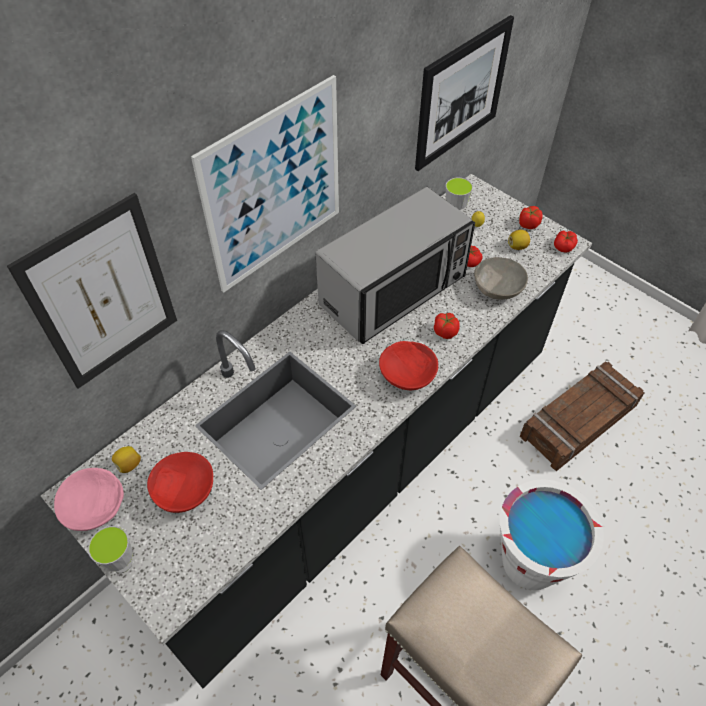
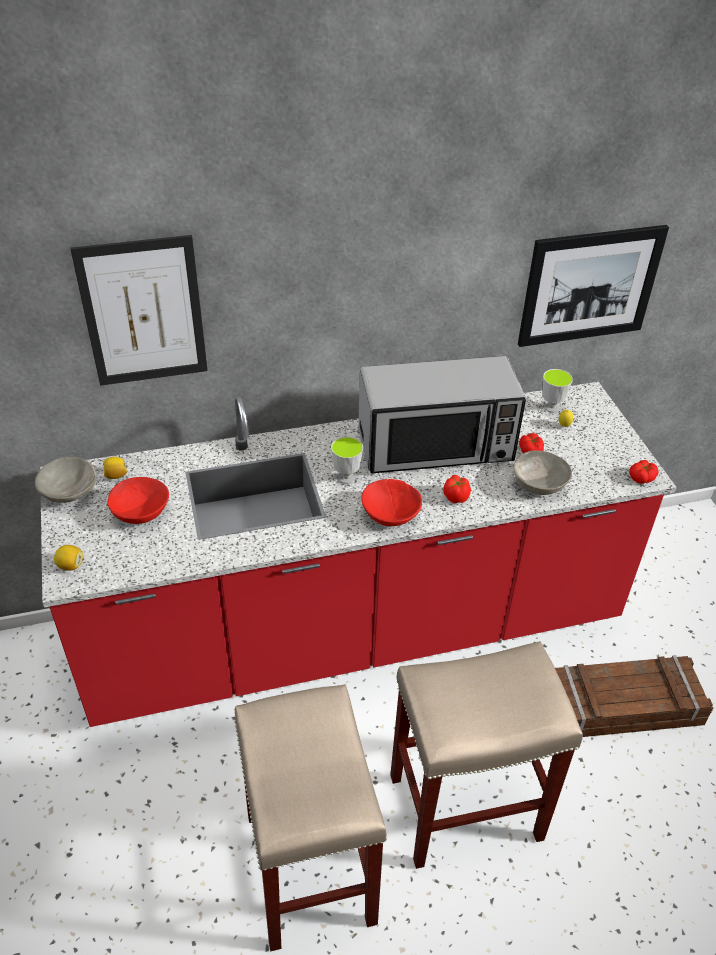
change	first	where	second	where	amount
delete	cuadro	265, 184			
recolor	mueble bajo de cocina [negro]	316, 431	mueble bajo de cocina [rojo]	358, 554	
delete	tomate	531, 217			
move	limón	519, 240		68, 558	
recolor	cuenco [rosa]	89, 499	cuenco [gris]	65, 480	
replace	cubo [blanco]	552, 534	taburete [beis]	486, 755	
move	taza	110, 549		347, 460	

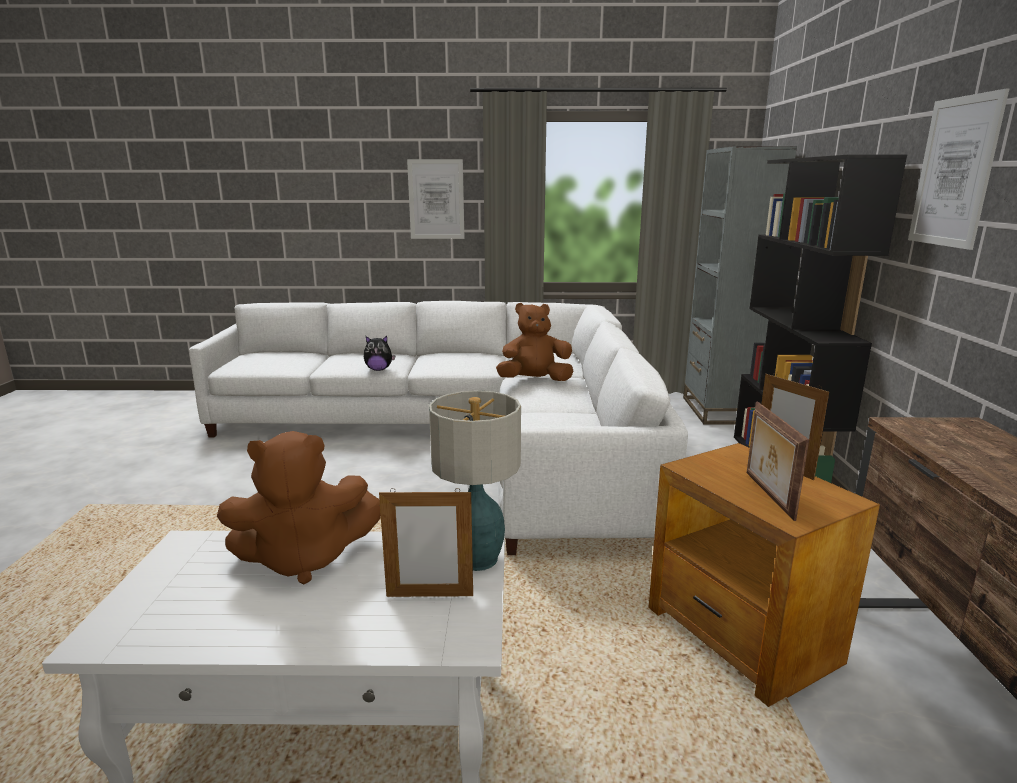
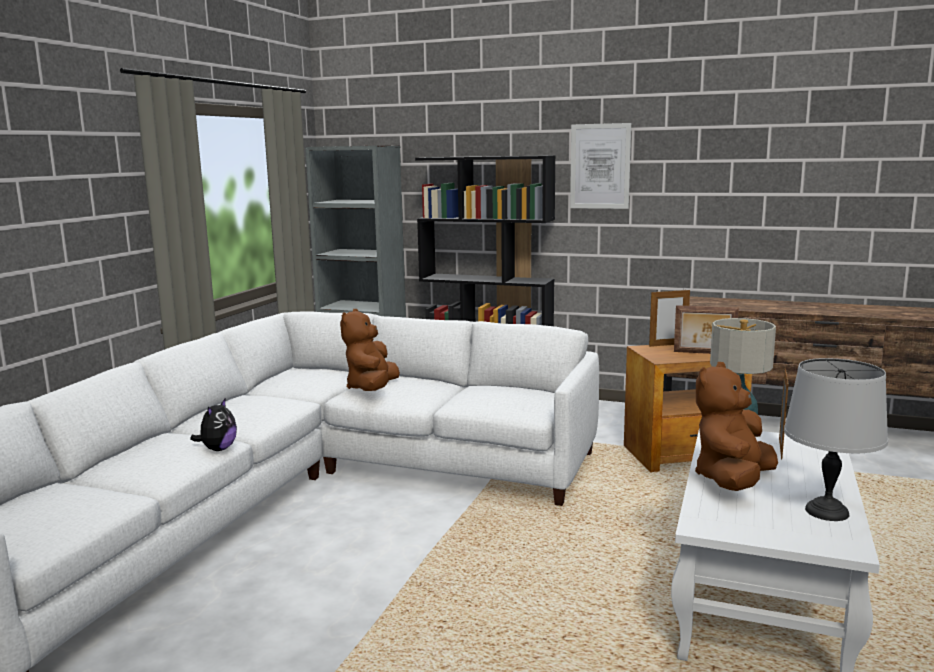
change	first	where	second	where	amount
delete	cuadro	436, 199			
rotate	peluche [marrón]	299, 508		736, 426	150 degrees counterclockwise
insert			lámpara de mesa [gris]	836, 439	

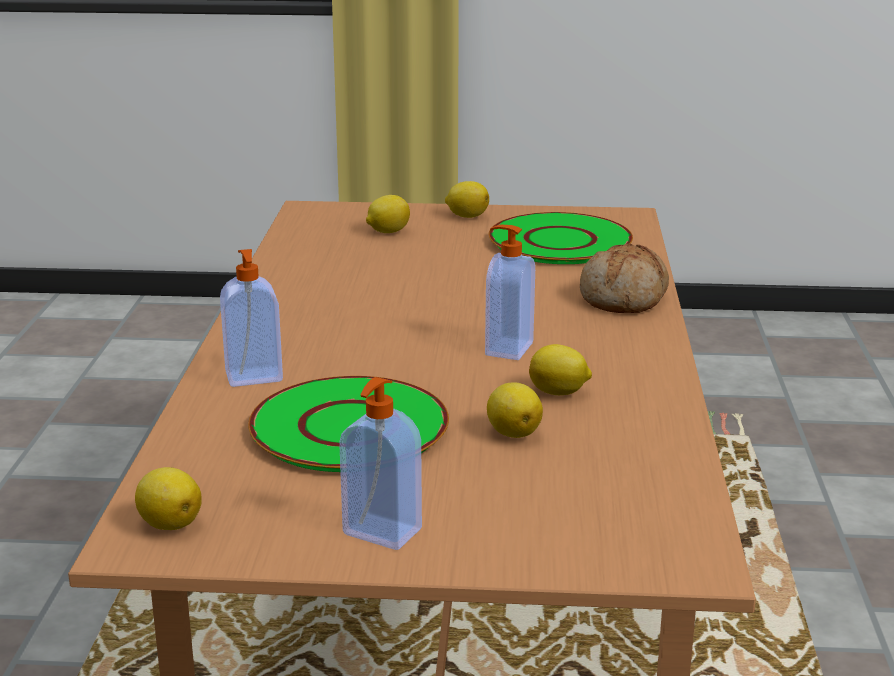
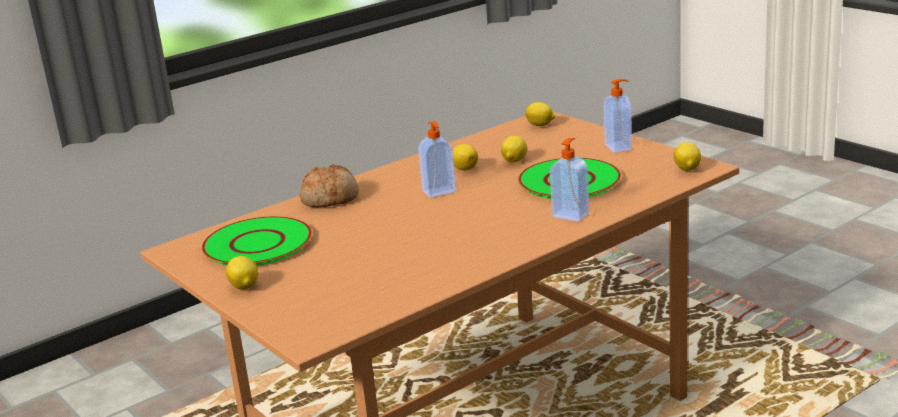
change	first	where	second	where	amount
move	limón	388, 214		540, 114	

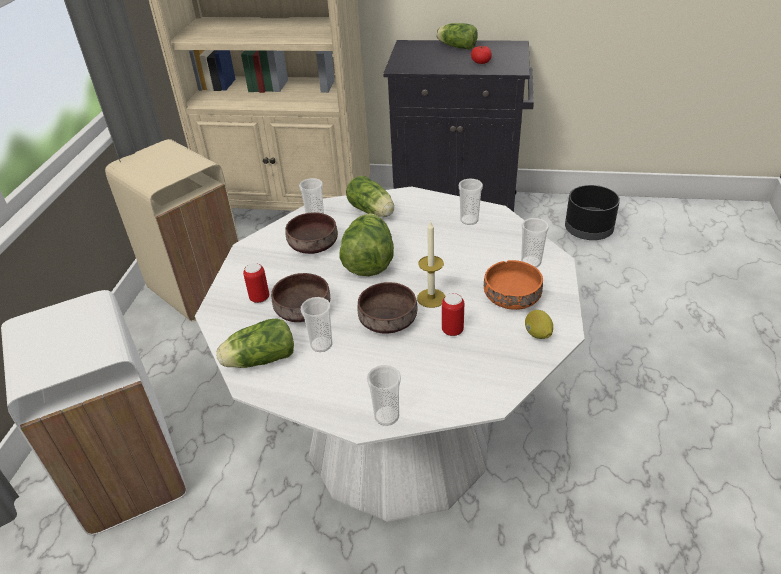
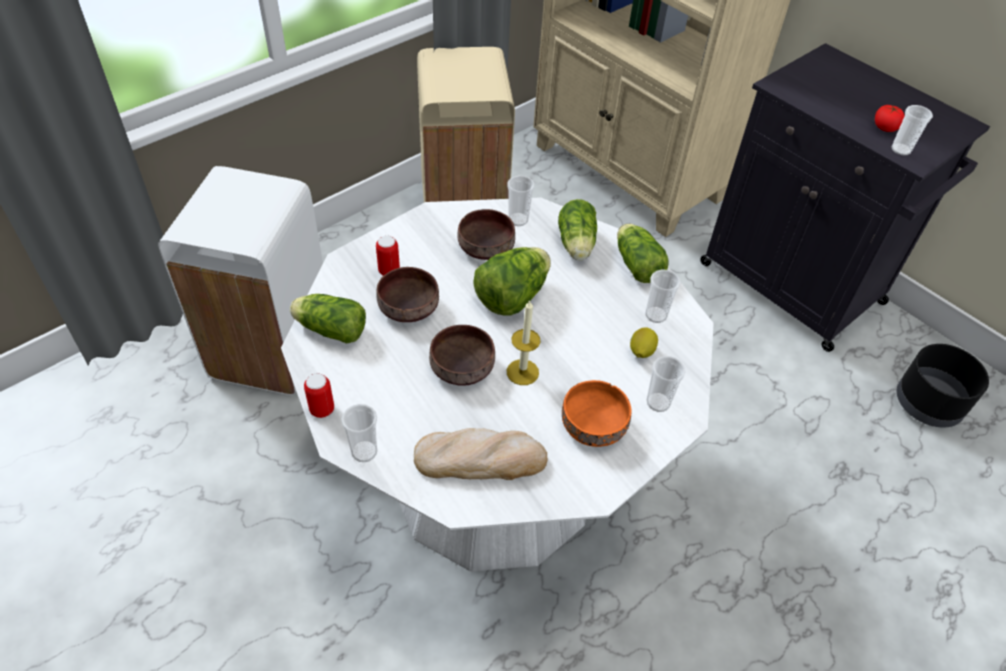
change	first	where	second	where	amount
move	lechuga	457, 36		643, 253	
move	lata	453, 314		319, 396	
move	taza	316, 324		912, 130	
move	limón	539, 324		644, 342	
insert			pan	480, 454	

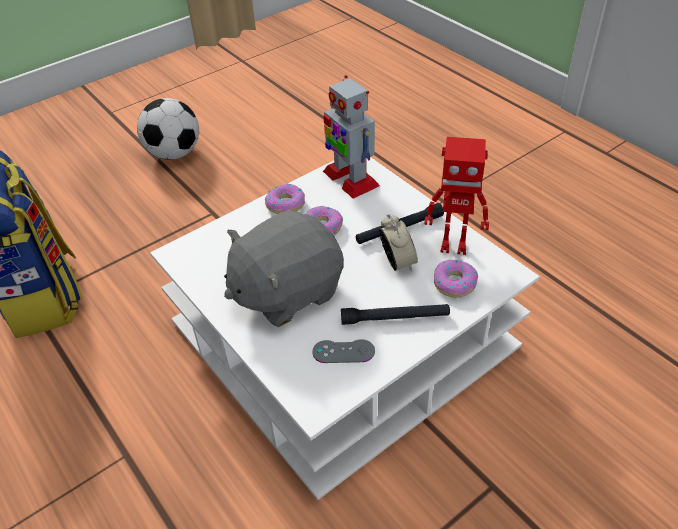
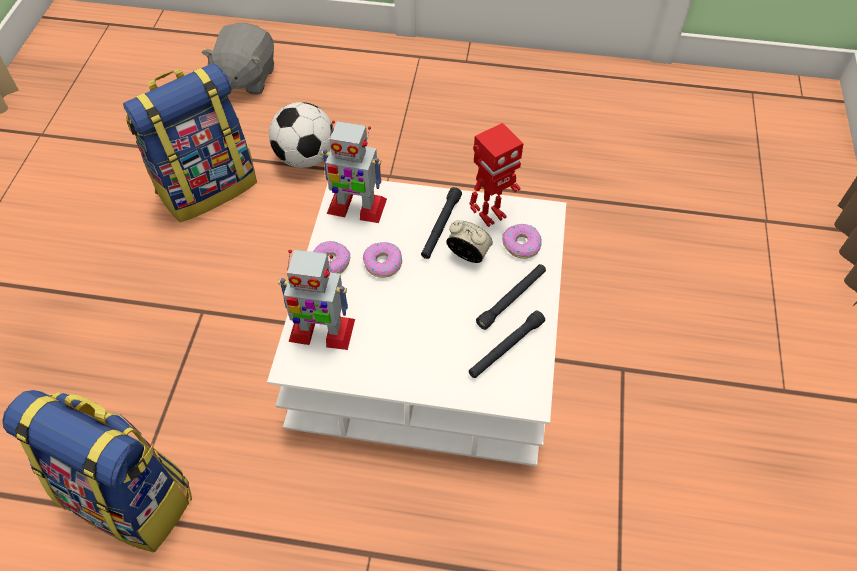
change	first	where	second	where	amount
move	balón de fútbol	168, 129		301, 135	
move	peluche [gris]	284, 268		238, 59	
replace	mando de consola [gris]	343, 351	linterna [negro]	507, 344	
insert			mochila	190, 142	
insert			robot de juguete	316, 300	

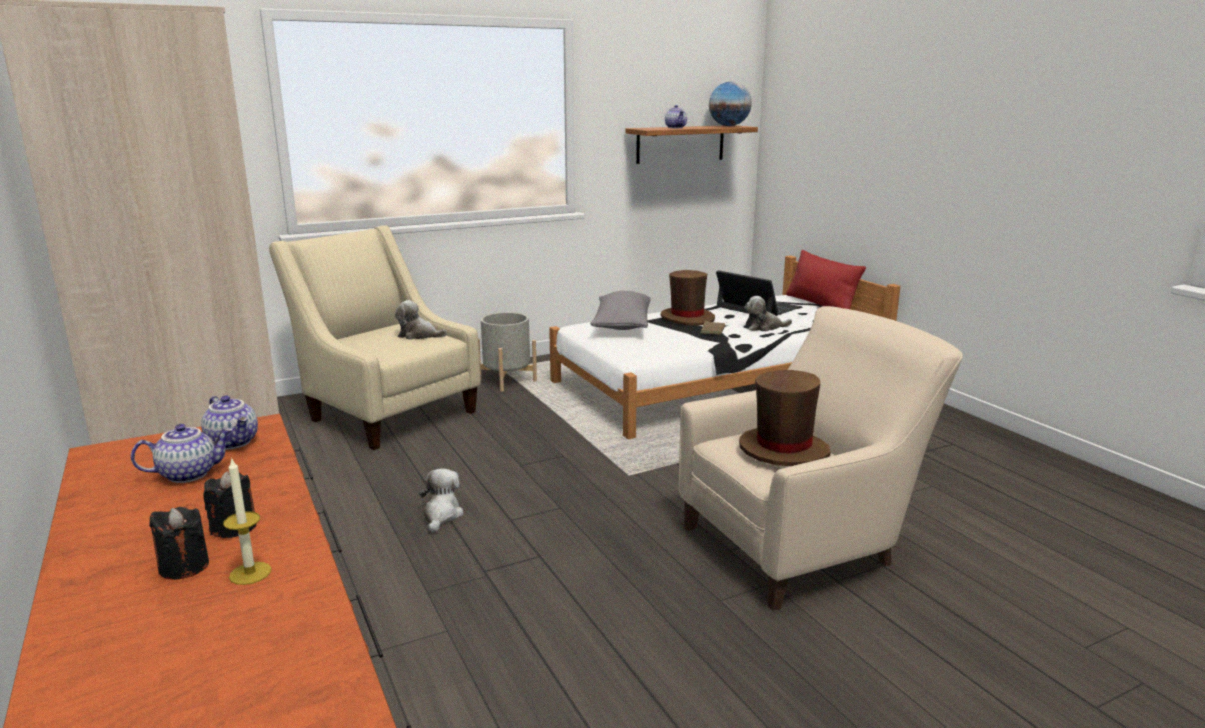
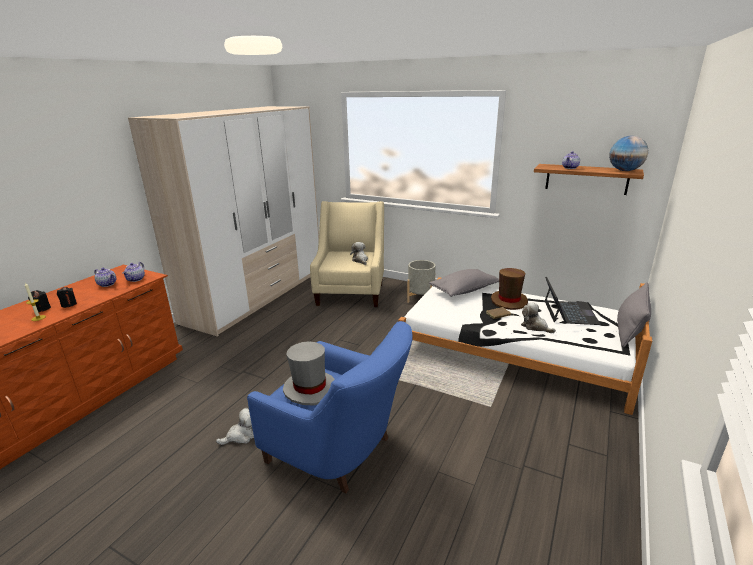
change	first	where	second	where	amount
recolor	cojín [rojo]	826, 279	cojín [gris]	634, 314	
recolor	sillón [beis]	820, 458	sillón [azul]	330, 407	
recolor	sombrero [marrón]	785, 418	sombrero [gris]	309, 373	
move	peluche	441, 500		235, 426	

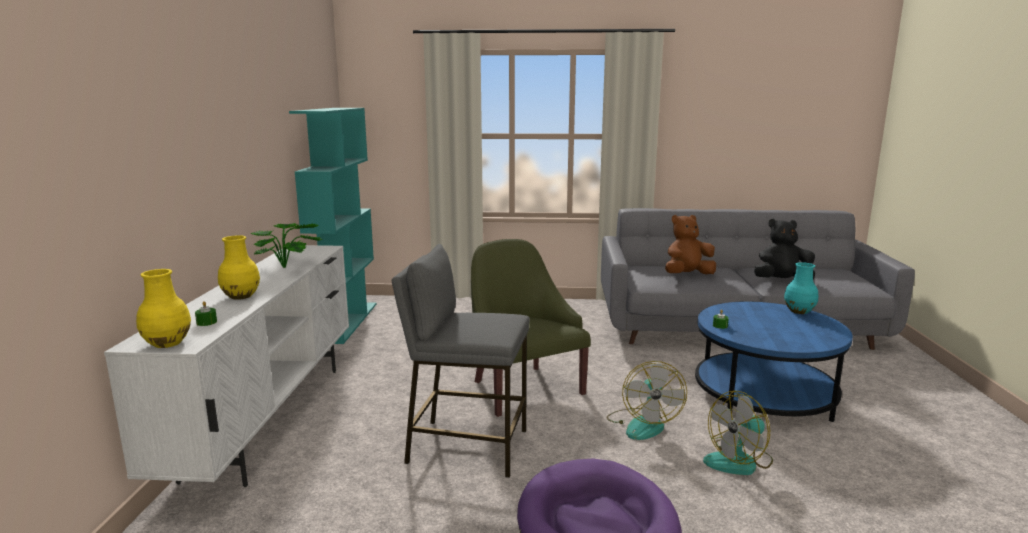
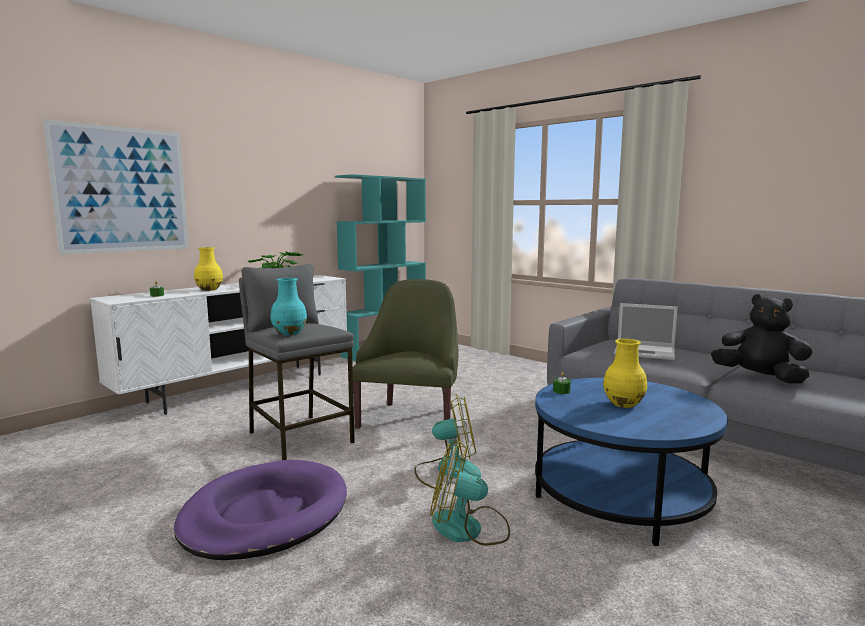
change	first	where	second	where	amount
replace	peluche [marrón]	690, 245	portátil	646, 331	
move	florero [turquesa]	801, 288		289, 306	
move	florero [amarillo]	163, 308		625, 373	
rotate	ventilador	647, 400		447, 441	135 degrees counterclockwise
insert			cuadro	116, 187	

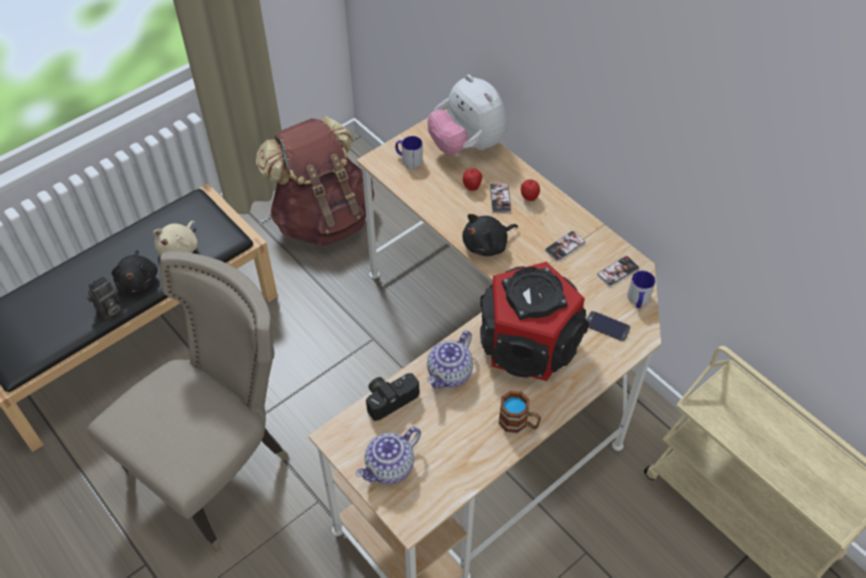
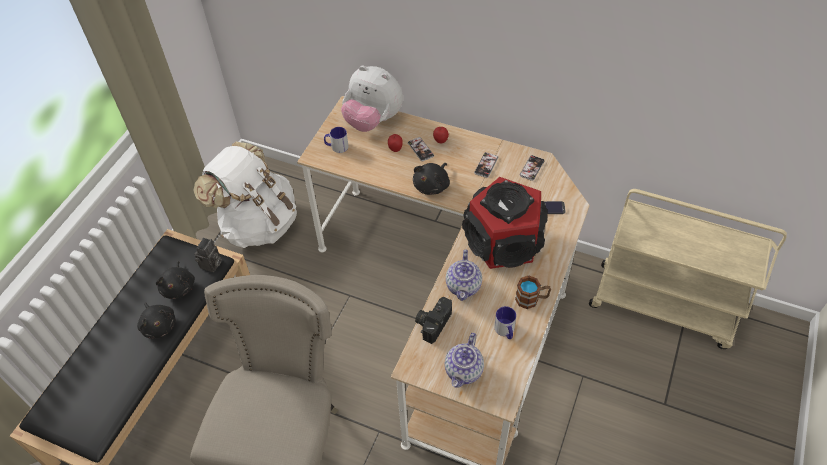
change	first	where	second	where	amount
recolor	mochila [marrón]	315, 181	mochila [blanco]	245, 195	
recolor	peluche [beis]	175, 238	peluche [negro]	175, 280	
move	taza grande	641, 289		505, 322	
move	cámara	105, 298		208, 255	

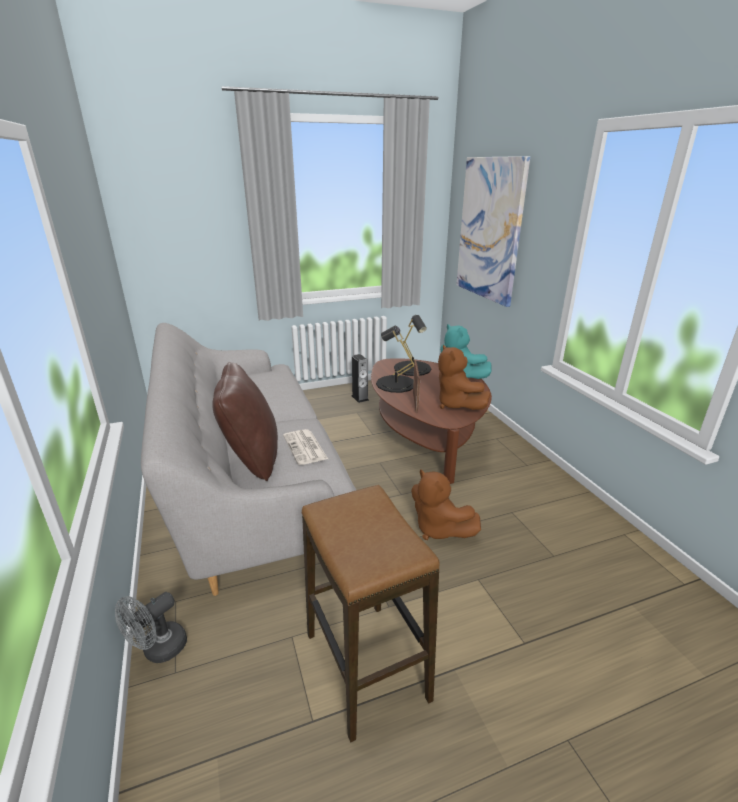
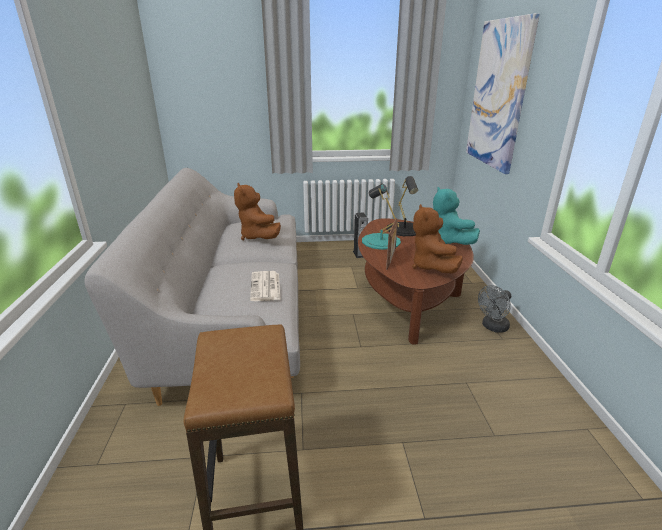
change	first	where	second	where	amount
recolor	lámpara de mesa [negro]	395, 359	lámpara de mesa [turquesa]	381, 217	
delete	cojín [marrón]	245, 421			
move	peluche [marrón]	446, 504		257, 211	
move	ventilador [gris]	151, 627		494, 309	

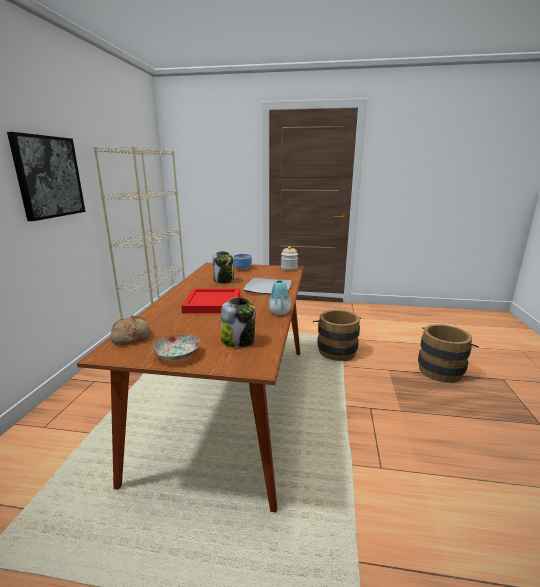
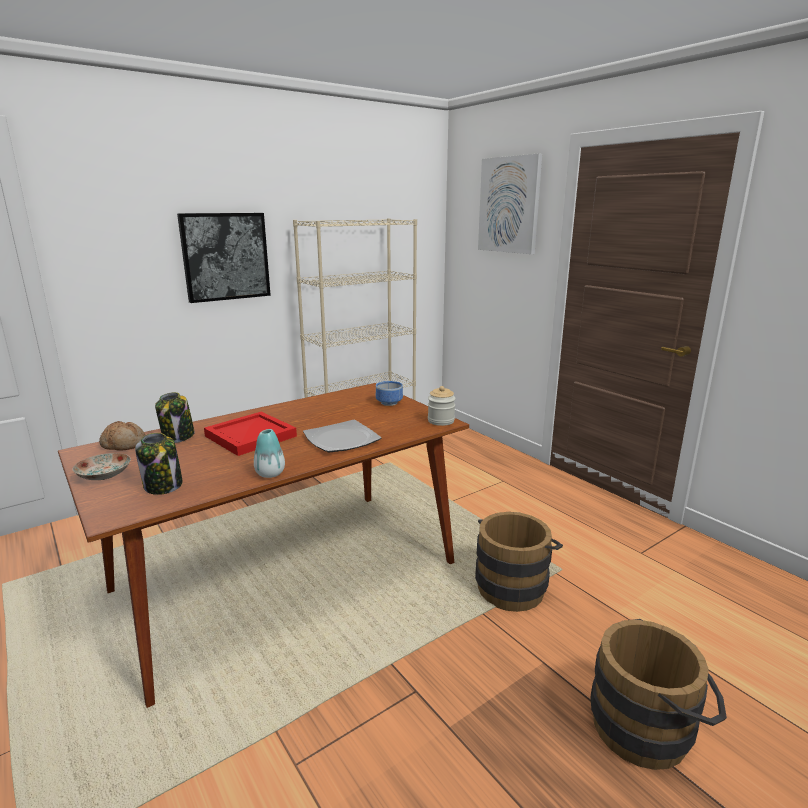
change	first	where	second	where	amount
move	tarro	223, 267		175, 417	
insert			cuadro	510, 203	

